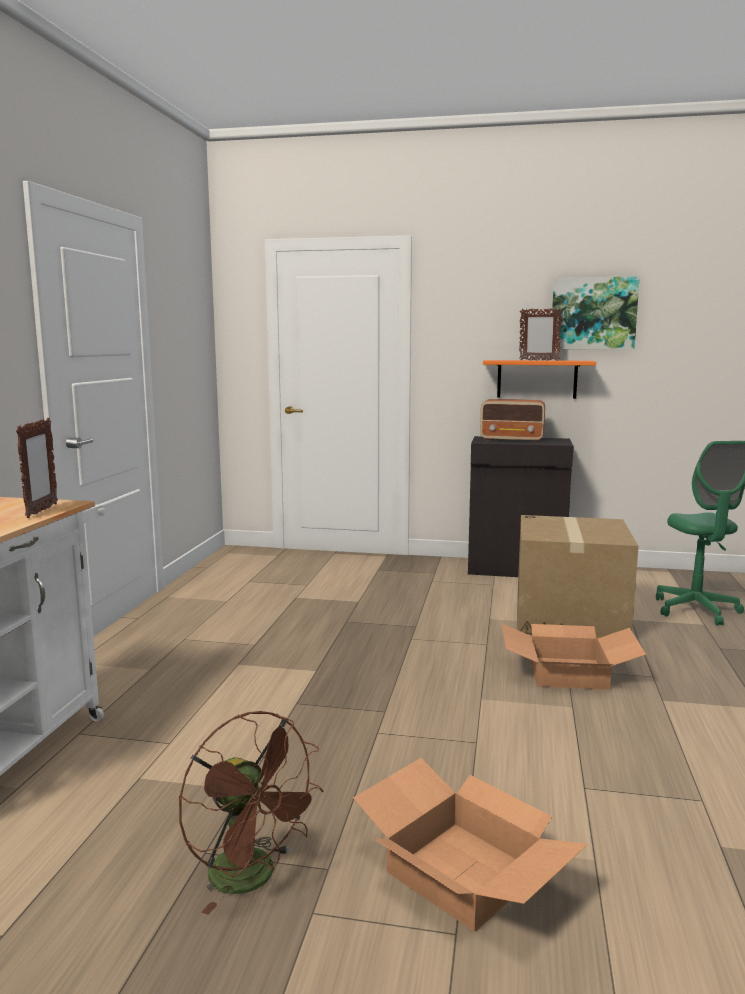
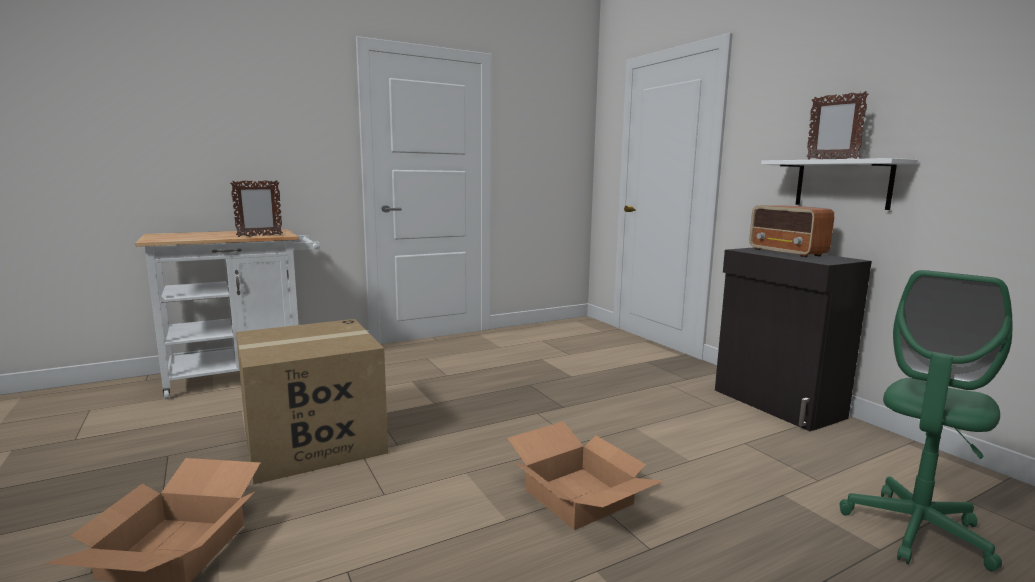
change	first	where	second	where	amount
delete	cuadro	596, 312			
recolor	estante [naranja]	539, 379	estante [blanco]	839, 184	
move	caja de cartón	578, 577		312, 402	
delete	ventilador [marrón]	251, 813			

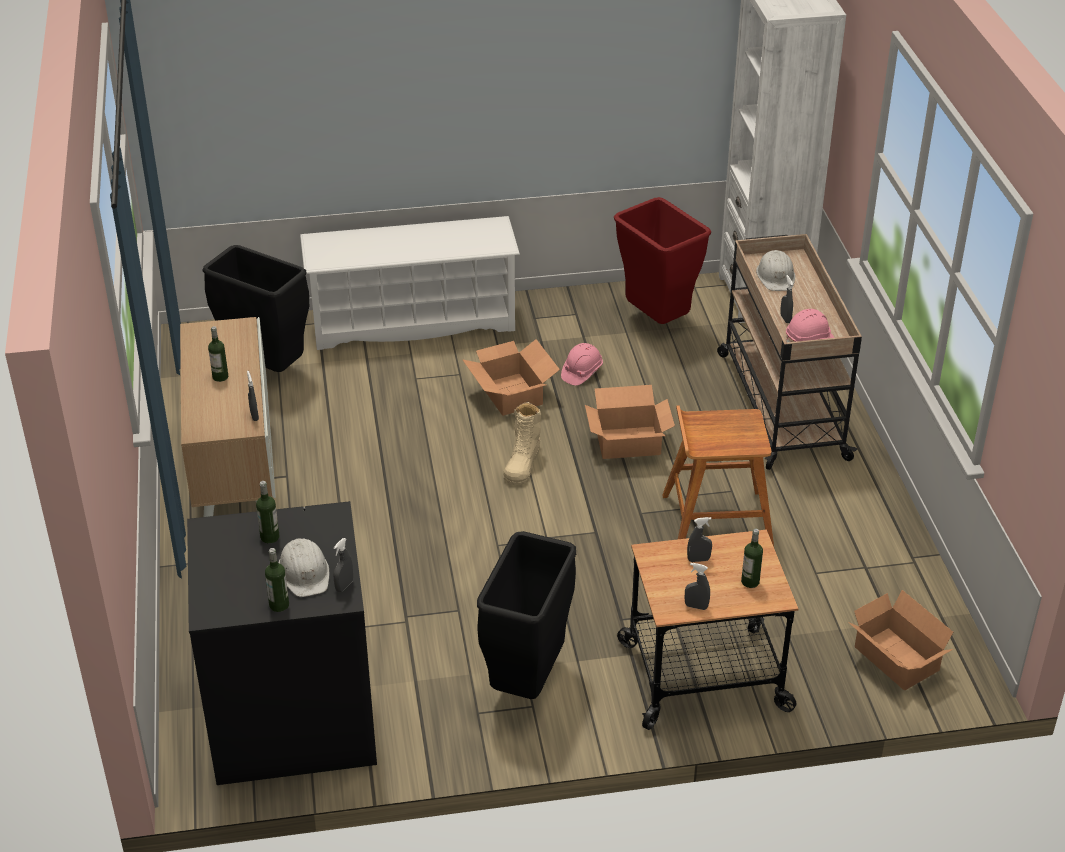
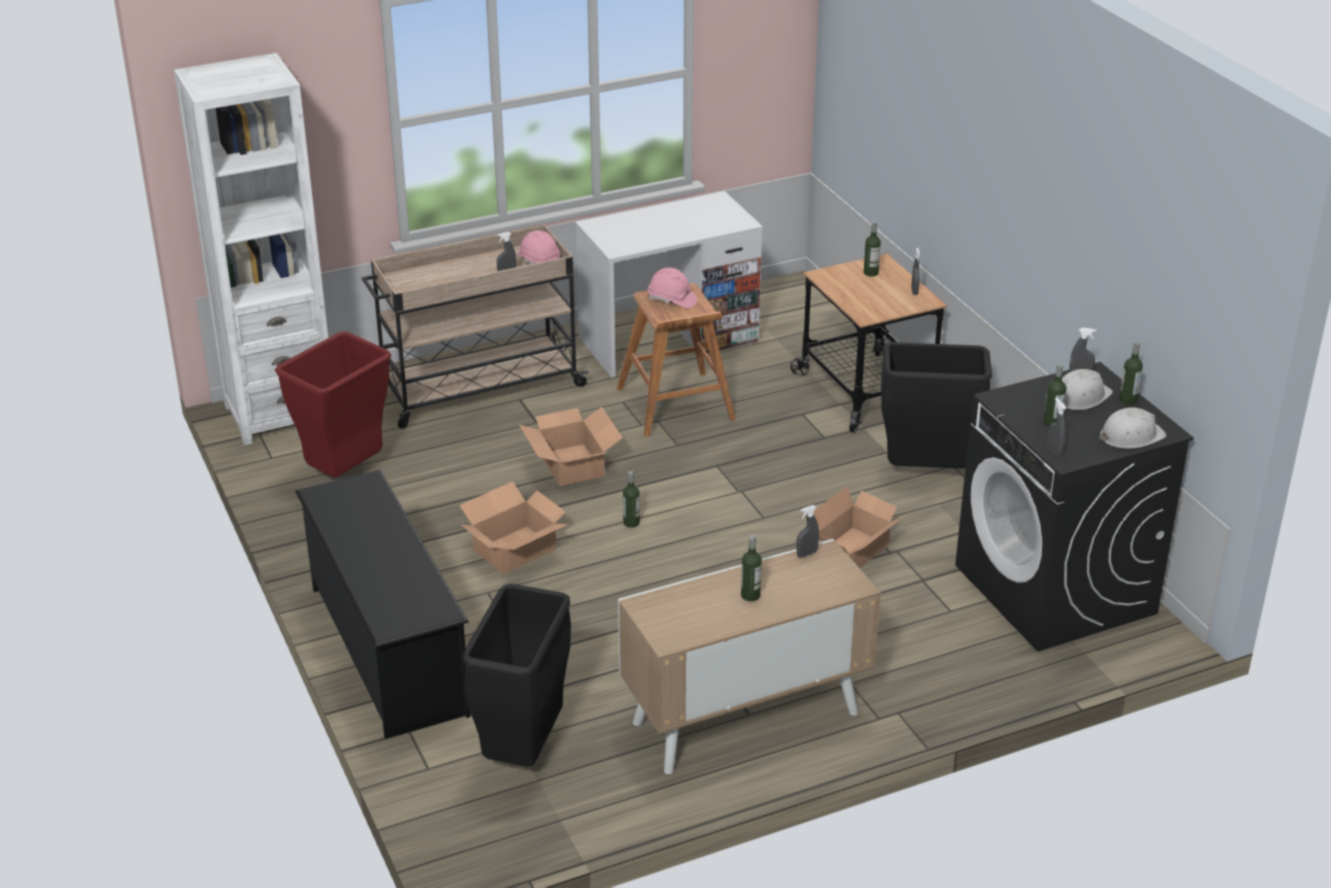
change	first	where	second	where	amount
recolor	zapatero [blanco]	410, 283	zapatero [negro]	383, 604	
move	casco [blanco]	775, 270		1133, 428	
move	casco [rosa]	582, 364		672, 287	
replace	bota [beis]	522, 443	botella	631, 499	
move	pulverizador [gris]	699, 539		1056, 427	
move	caja de cartón	900, 640		854, 527	
insert			escritorio [blanco]	669, 284	

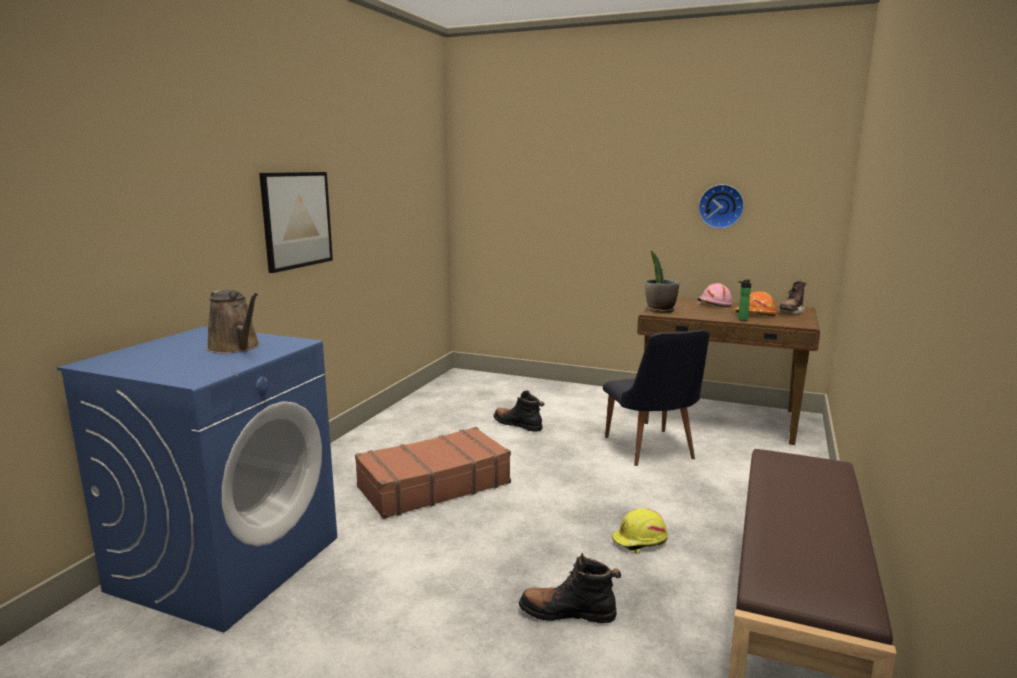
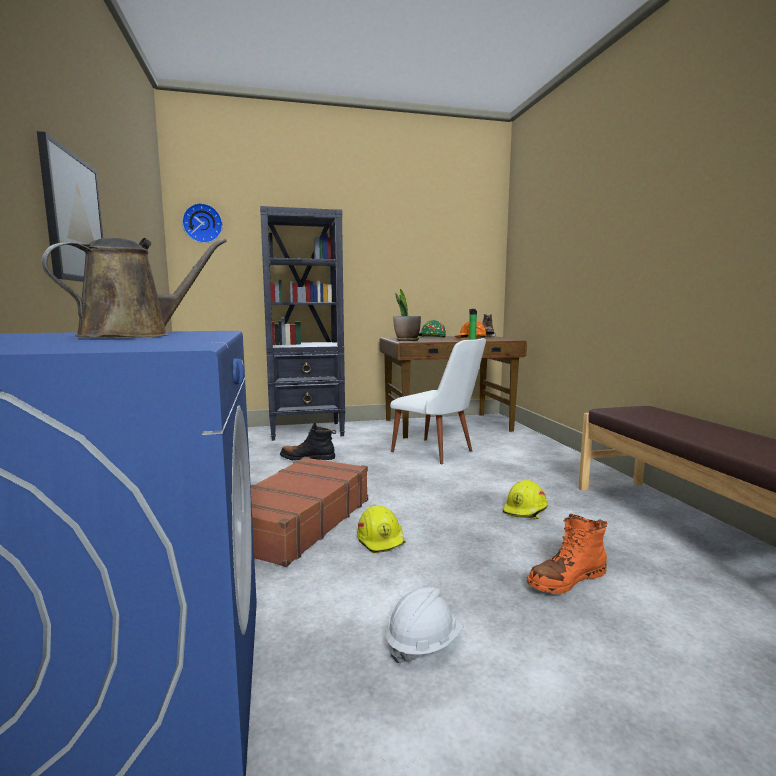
change	first	where	second	where	amount
move	reloj de pared	721, 206		202, 223	
recolor	casco [rosa]	715, 295	casco [verde]	432, 329	
rotate	regadera [marrón]	233, 321		134, 288	60 degrees counterclockwise
recolor	silla [negro]	656, 398	silla [blanco]	438, 401	
recolor	bota [negro]	570, 588	bota [naranja]	567, 554	
insert			estantería [negro]	302, 323	
insert			casco [amarillo]	381, 529	
insert			casco [blanco]	424, 625	

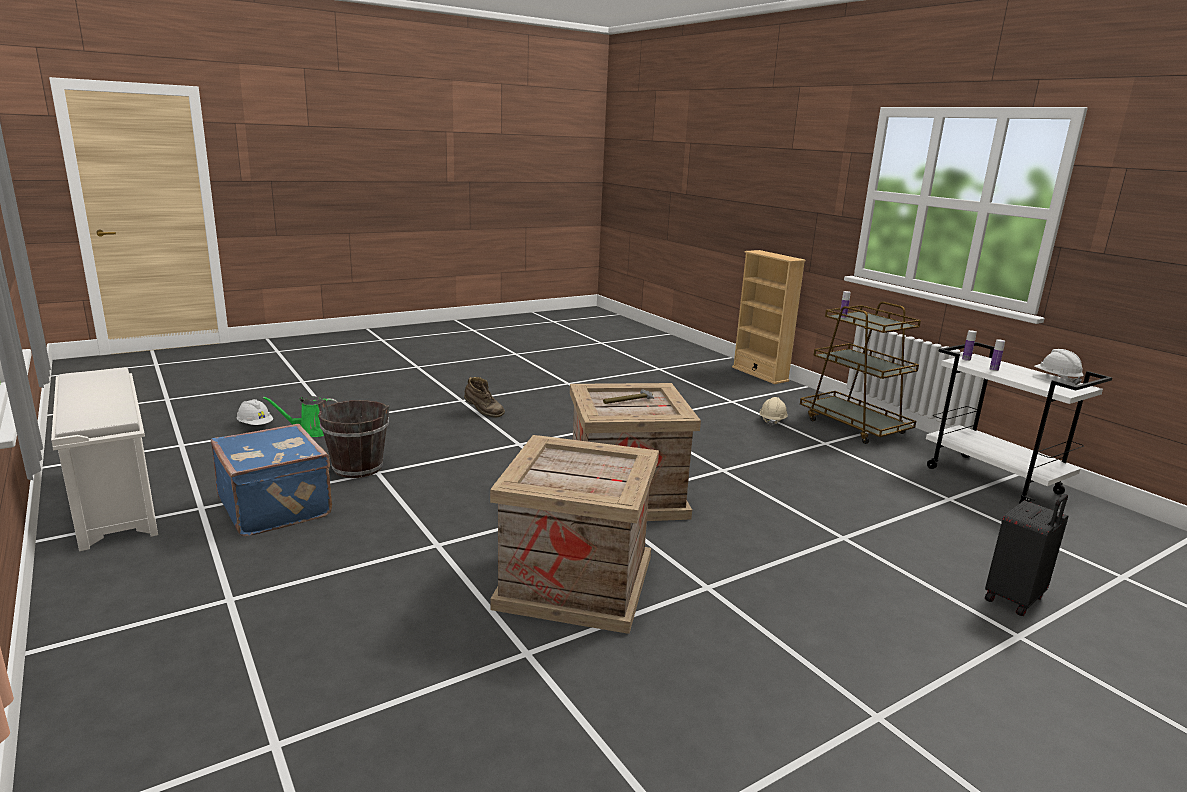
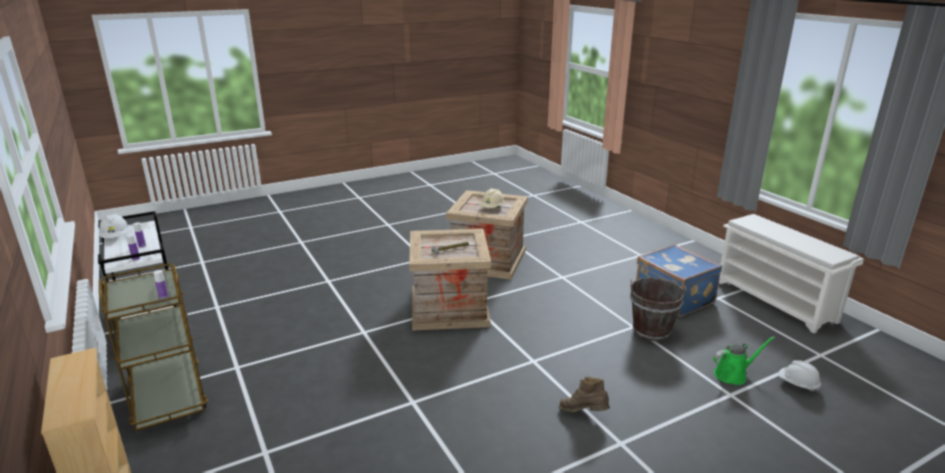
change	first	where	second	where	amount
move	casco [beis]	774, 411		492, 198	
delete	maleta [negro]	1026, 555			

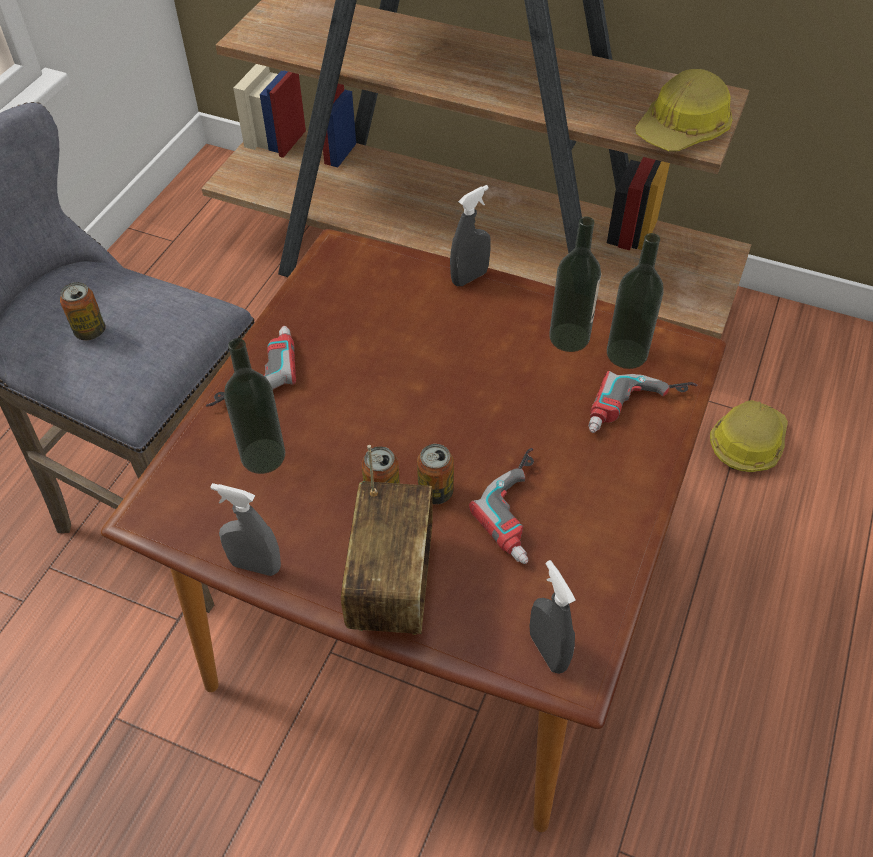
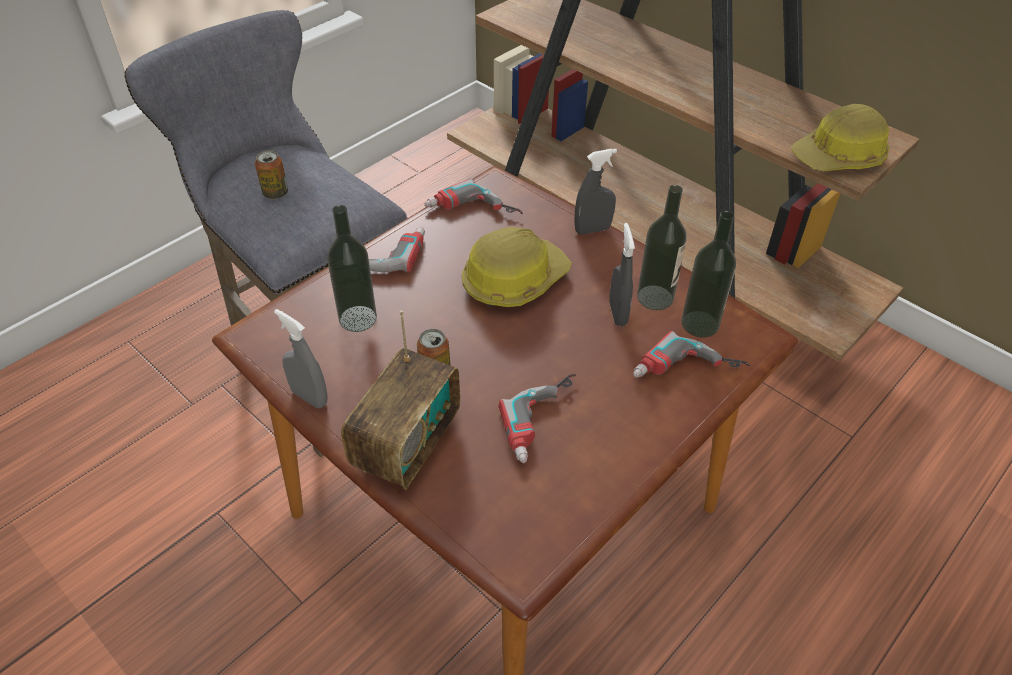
change	first	where	second	where	amount
move	casco	749, 436		517, 267	
delete	lata	435, 474			
move	pulverizador [gris]	552, 617		622, 274	
insert			taladro	473, 196	

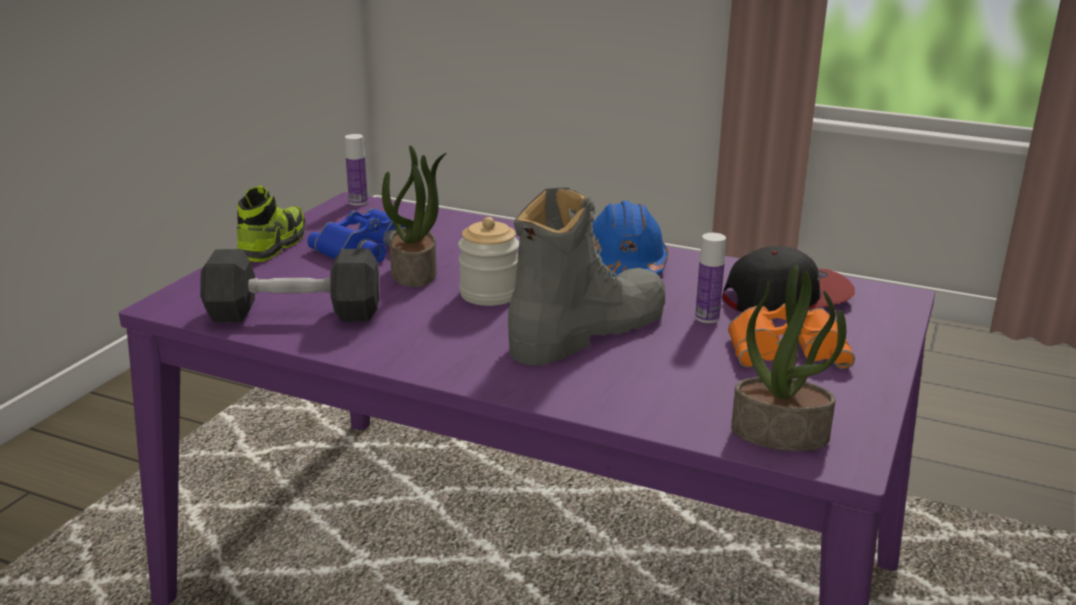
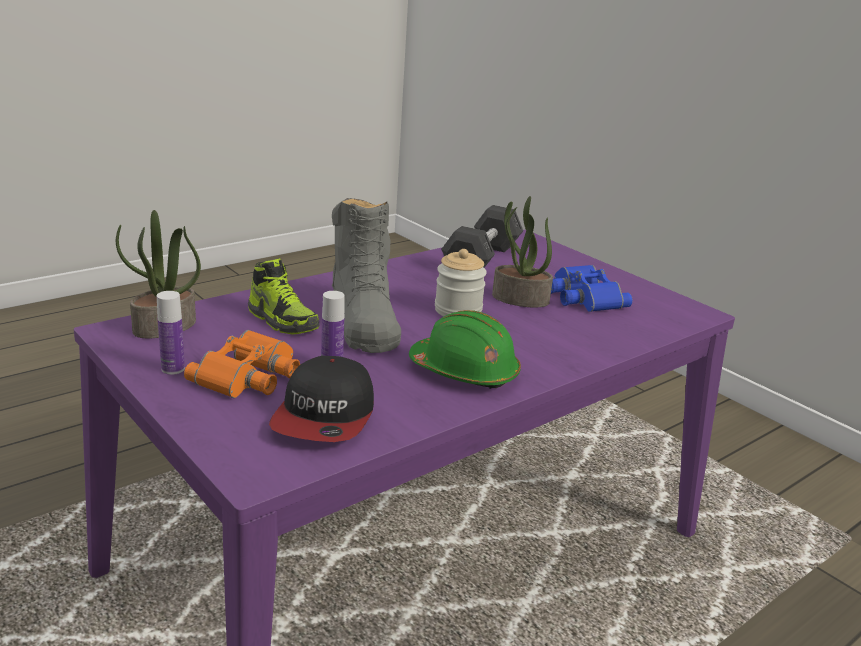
change	first	where	second	where	amount
move	botella	356, 170		171, 333	
move	zapato	271, 224		283, 296	
recolor	casco [azul]	630, 239	casco [verde]	465, 349	

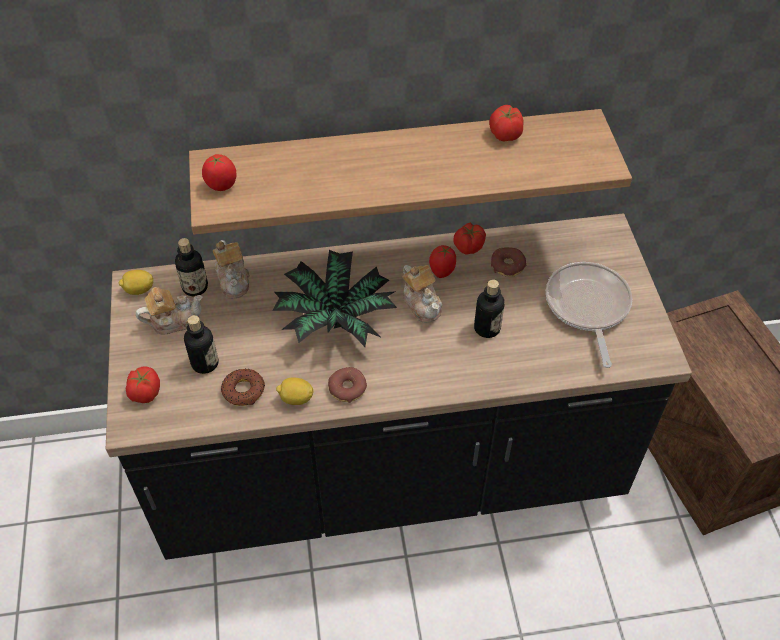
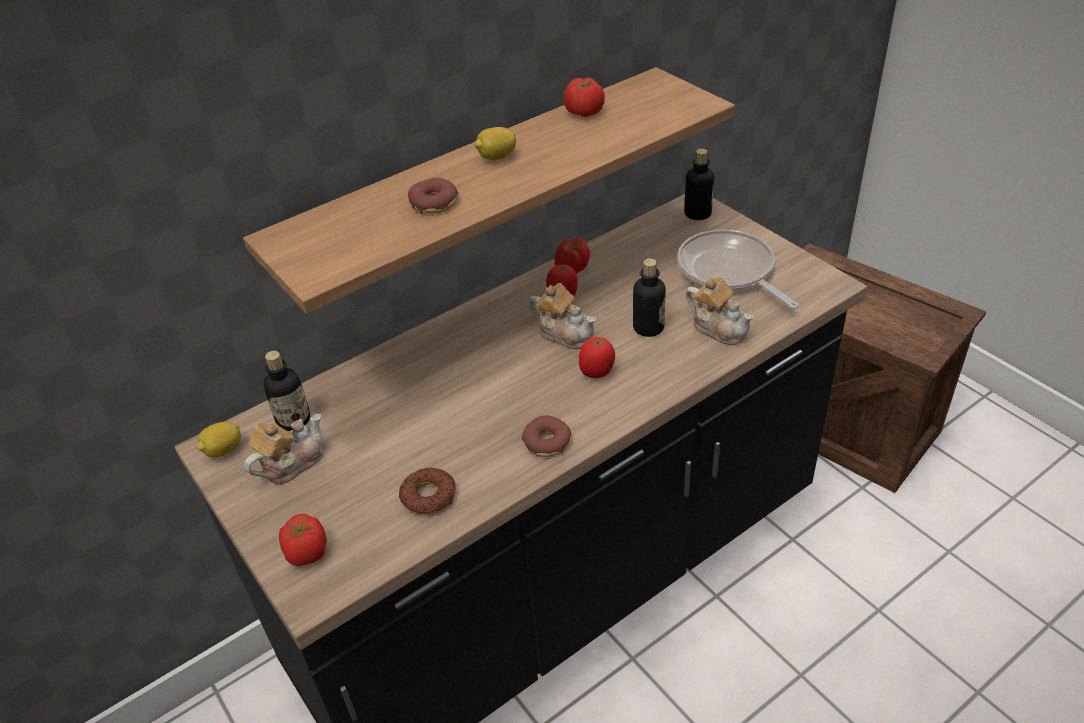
change	first	where	second	where	amount
move	tomate	219, 172		597, 357	
move	tetera	231, 269		720, 311	
move	rosquilla	508, 262		433, 195	
delete	planta en maceta	334, 298			
move	botella	201, 344		699, 184	
move	limón	295, 391		495, 143	

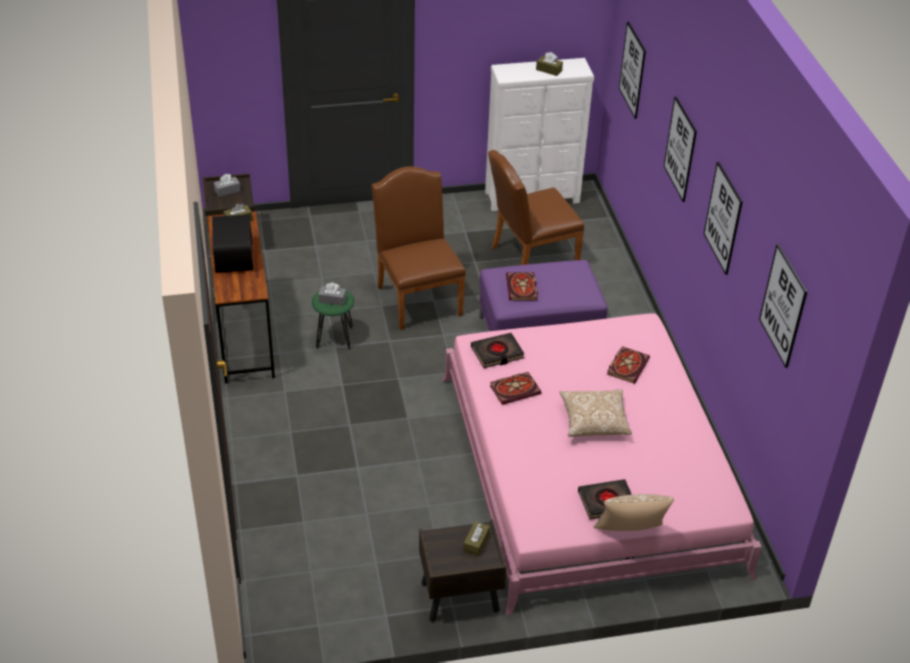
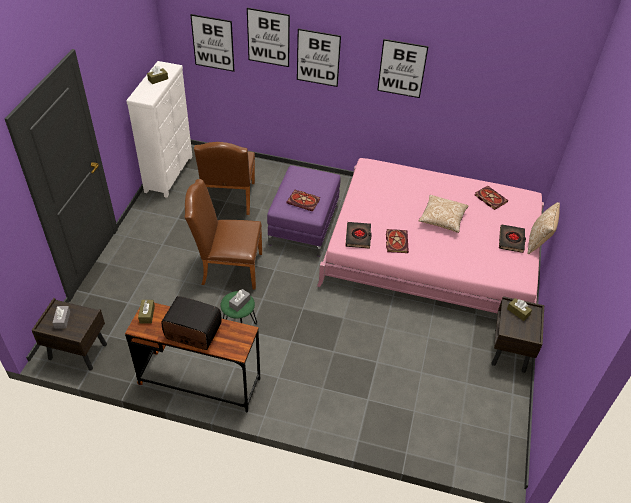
change	first	where	second	where	amount
move	cuadro	783, 306		268, 37	
move	libro	628, 365		491, 198	

